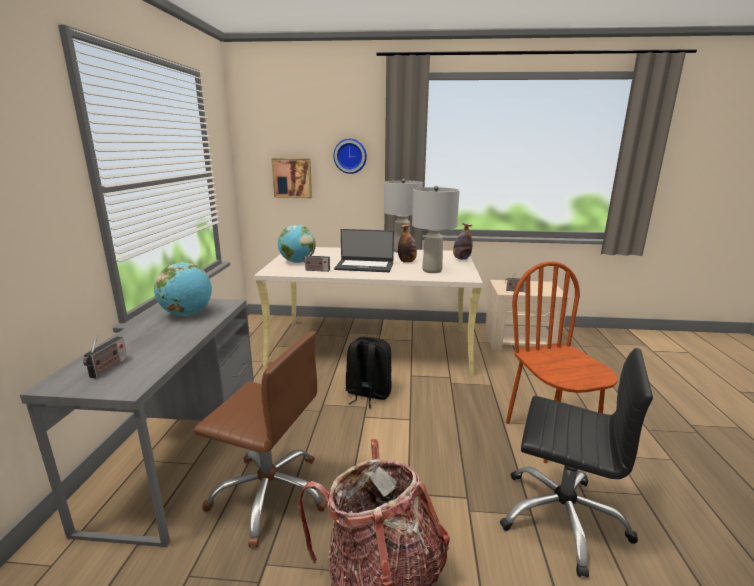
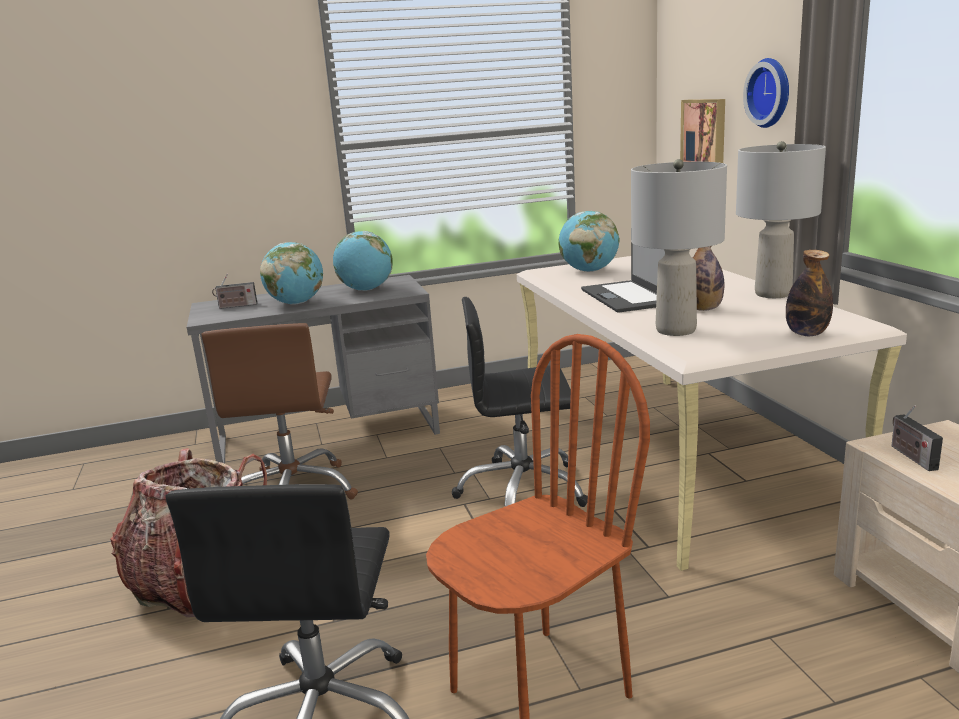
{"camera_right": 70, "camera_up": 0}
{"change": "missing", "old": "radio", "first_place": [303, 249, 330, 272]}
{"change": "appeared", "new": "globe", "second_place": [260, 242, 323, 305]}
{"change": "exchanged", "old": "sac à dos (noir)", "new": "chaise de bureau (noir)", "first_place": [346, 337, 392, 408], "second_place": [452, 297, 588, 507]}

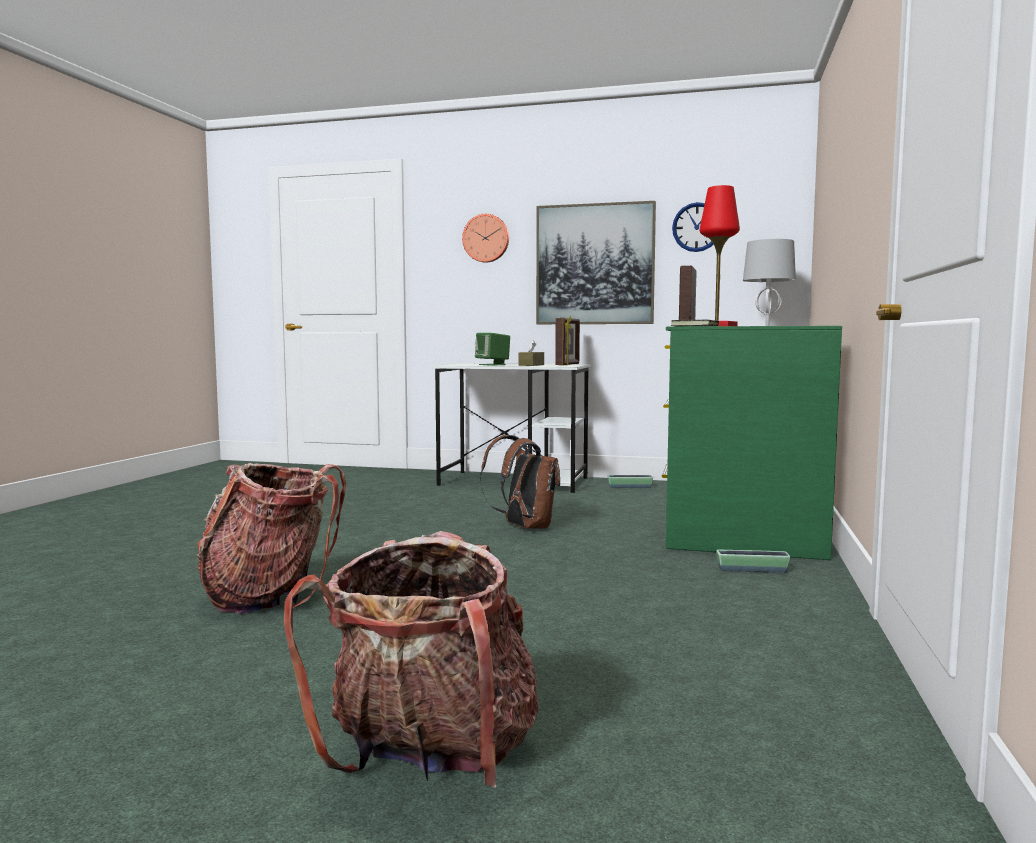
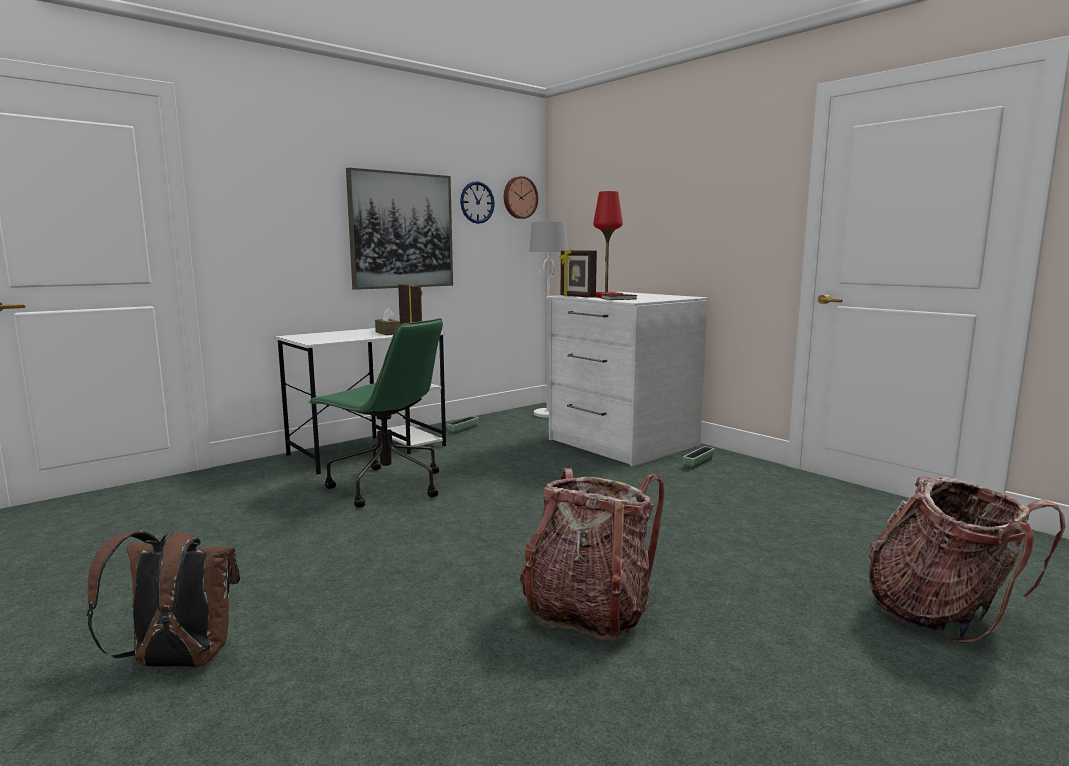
{"camera_right": -55, "camera_up": 5}
{"change": "missing", "old": "enceinte (vert)", "first_place": [475, 333, 510, 366]}
{"change": "appeared", "new": "chaise de bureau (vert)", "second_place": [308, 318, 443, 508]}
{"change": "relocated", "old": "horloge murale", "first_place": [462, 214, 509, 263], "second_place": [504, 176, 538, 219]}
{"change": "relocated", "old": "sac à dos (marron)", "first_place": [480, 435, 560, 529], "second_place": [87, 530, 240, 668]}
{"change": "colour", "old": "commode (vert)", "new": "commode (blanc)", "first_place": [662, 326, 842, 560], "second_place": [546, 292, 708, 466]}

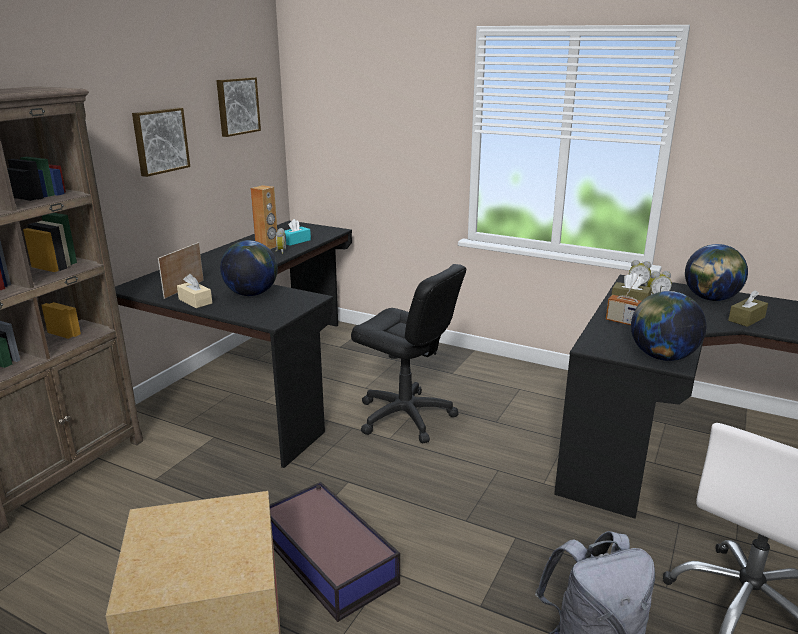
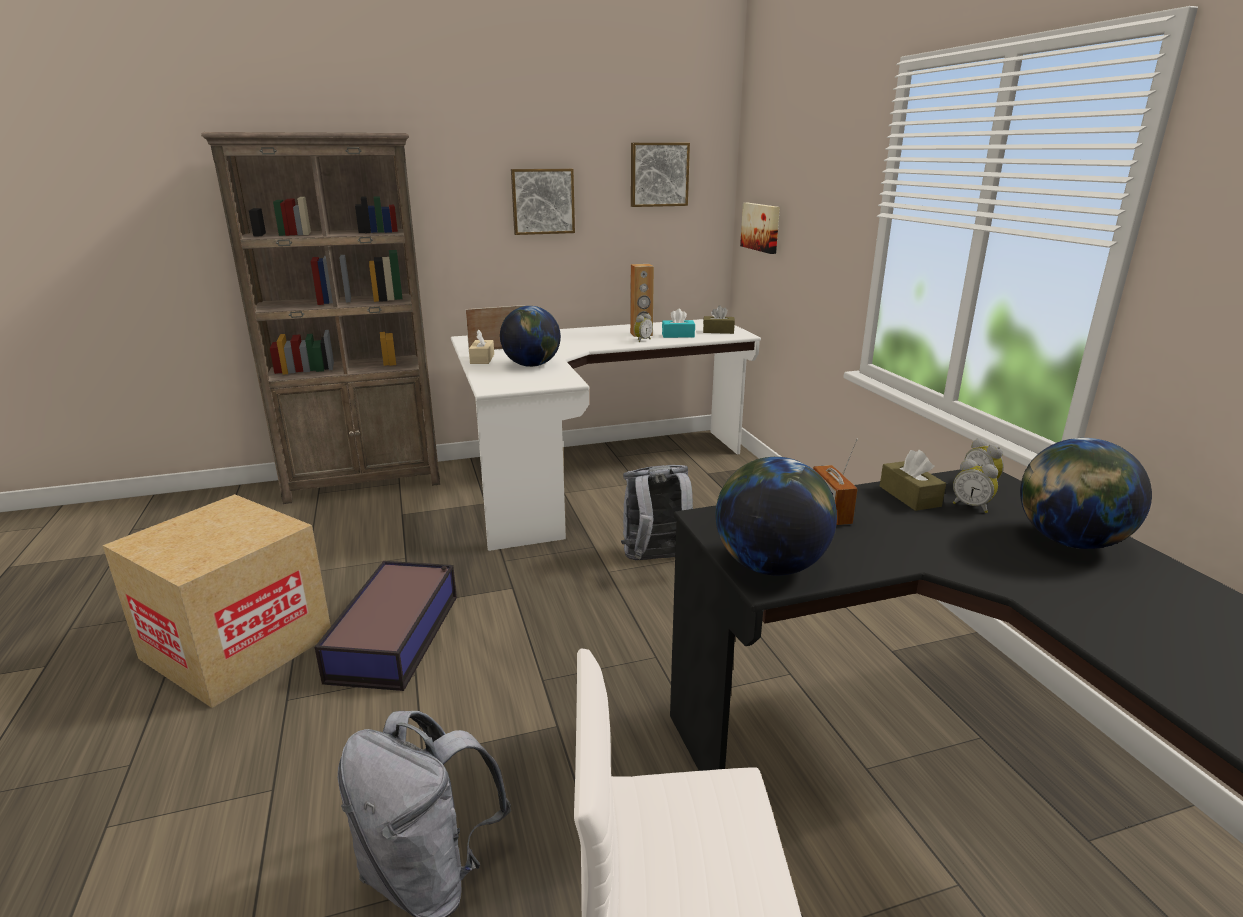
{"camera_right": 45, "camera_up": 0}
{"change": "appeared", "new": "tableau", "second_place": [740, 203, 780, 254]}
{"change": "relocated", "old": "boîte à mouchoirs (marron)", "first_place": [728, 290, 768, 327], "second_place": [703, 305, 735, 334]}
{"change": "exchanged", "old": "chaise de bureau (noir)", "new": "sac à dos (gris)", "first_place": [351, 264, 466, 443], "second_place": [621, 465, 693, 560]}
{"change": "colour", "old": "bureau (noir)", "new": "bureau (blanc)", "first_place": [115, 221, 352, 468], "second_place": [451, 319, 761, 551]}

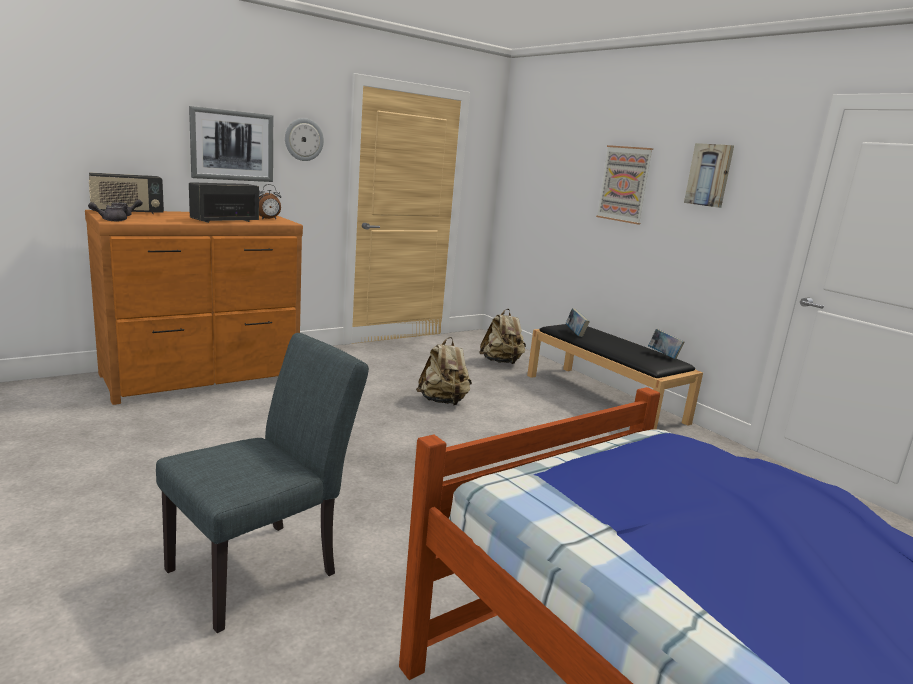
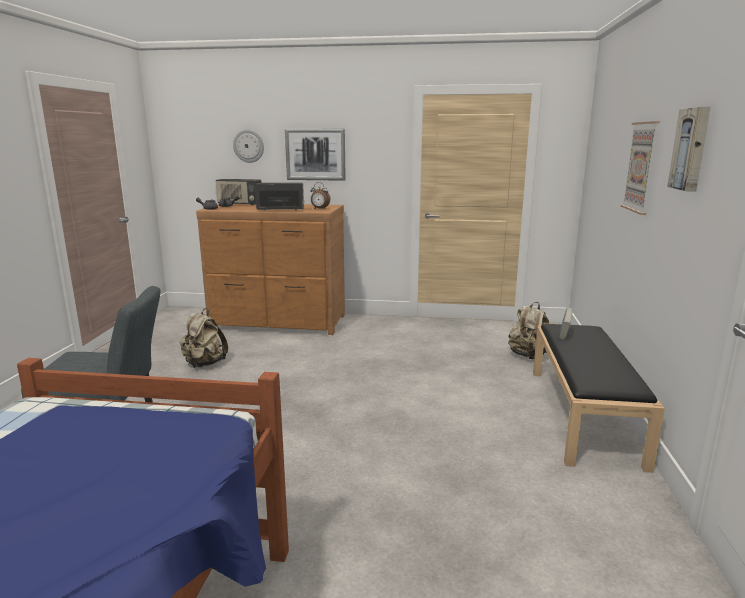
{"camera_right": 45, "camera_up": 0}
{"change": "missing", "old": "livre", "first_place": [648, 329, 685, 359]}
{"change": "relocated", "old": "horloge murale", "first_place": [285, 118, 324, 161], "second_place": [233, 129, 264, 163]}
{"change": "relocated", "old": "sac à dos (beige)", "first_place": [416, 337, 472, 405], "second_place": [180, 308, 228, 368]}

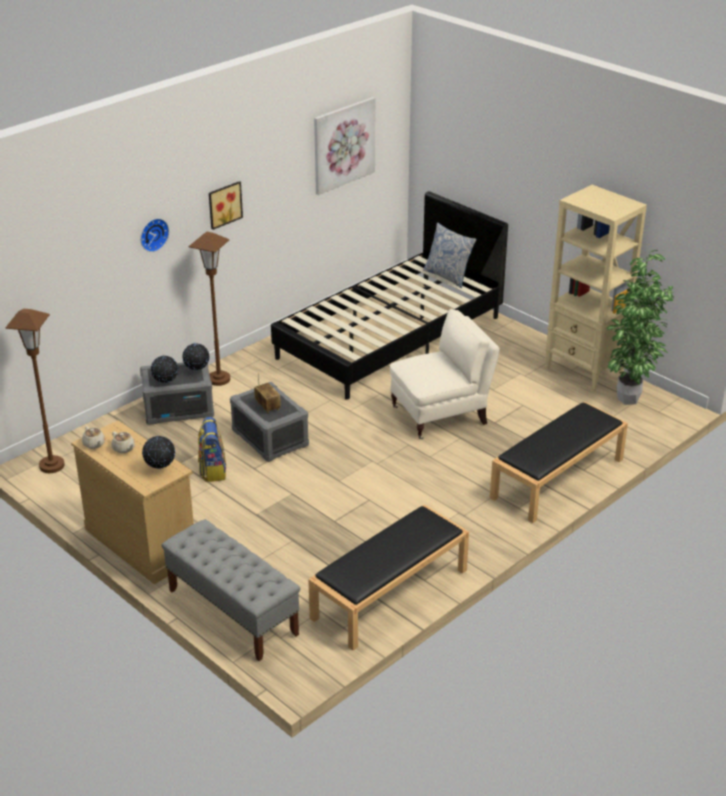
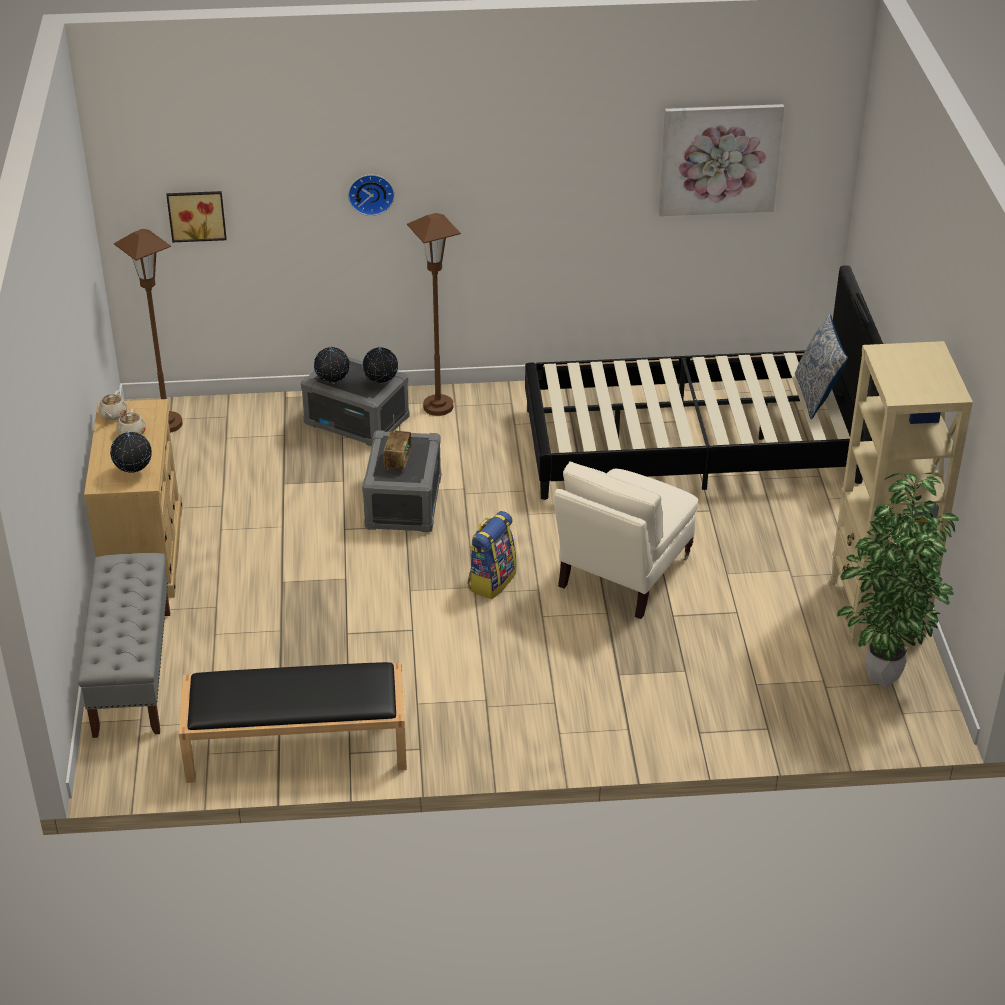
{"camera_right": 40, "camera_up": 5}
{"change": "missing", "old": "banc (noir)", "first_place": [490, 402, 628, 523]}
{"change": "relocated", "old": "sac à dos", "first_place": [198, 417, 227, 482], "second_place": [468, 511, 517, 599]}
{"change": "relocated", "old": "tableau", "first_place": [209, 181, 243, 230], "second_place": [166, 191, 227, 242]}
{"change": "spun", "old": "fauteuil (beige)", "first_place": [390, 309, 500, 439], "second_place": [554, 461, 698, 619], "degrees": 105}

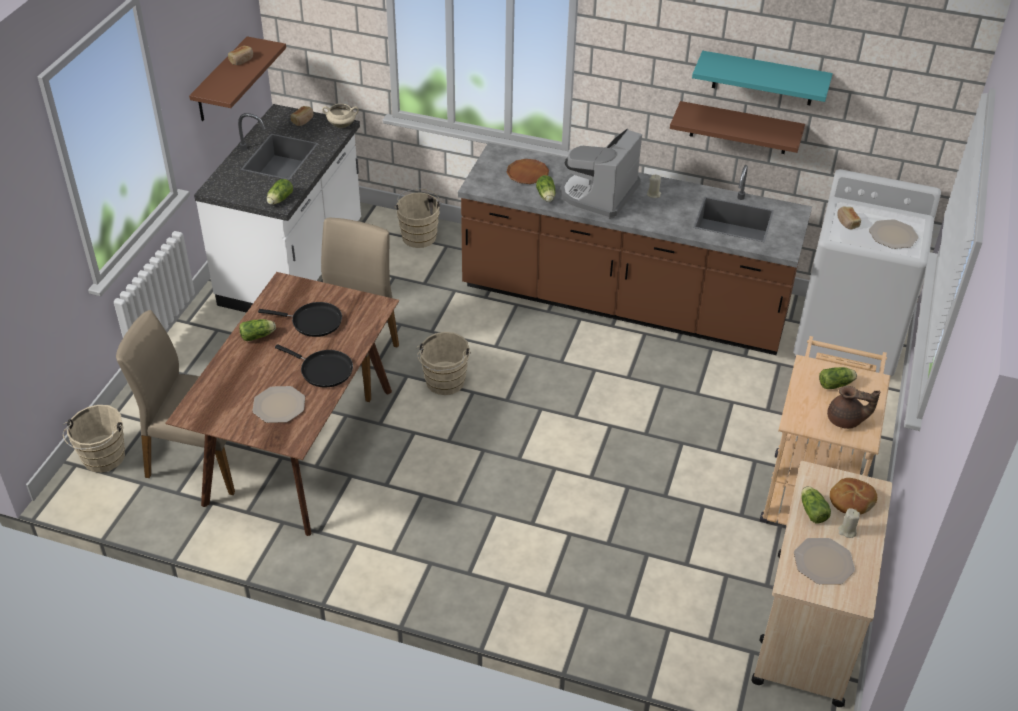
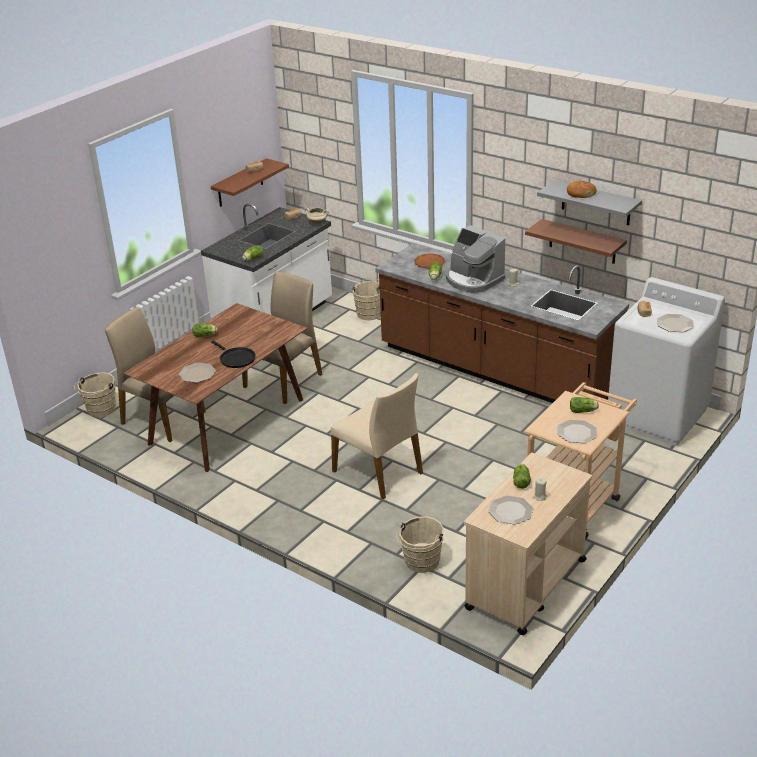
{"camera_right": 20, "camera_up": -10}
{"change": "missing", "old": "poêle (noir)", "first_place": [258, 302, 342, 337]}
{"change": "appeared", "new": "chaise (beige)", "second_place": [331, 373, 423, 500]}
{"change": "relocated", "old": "seau (beige)", "first_place": [416, 332, 471, 395], "second_place": [396, 517, 444, 573]}
{"change": "relocated", "old": "pain", "first_place": [830, 478, 877, 514], "second_place": [567, 181, 597, 198]}
{"change": "exchanged", "old": "théière (marron)", "new": "assiette", "first_place": [827, 386, 880, 429], "second_place": [557, 419, 597, 443]}
{"change": "colour", "old": "étagère (turquoise)", "new": "étagère (gris)", "first_place": [692, 51, 833, 105], "second_place": [537, 180, 642, 225]}
{"change": "spun", "old": "machine à café", "first_place": [561, 129, 642, 219], "second_place": [446, 225, 505, 293], "degrees": -90}

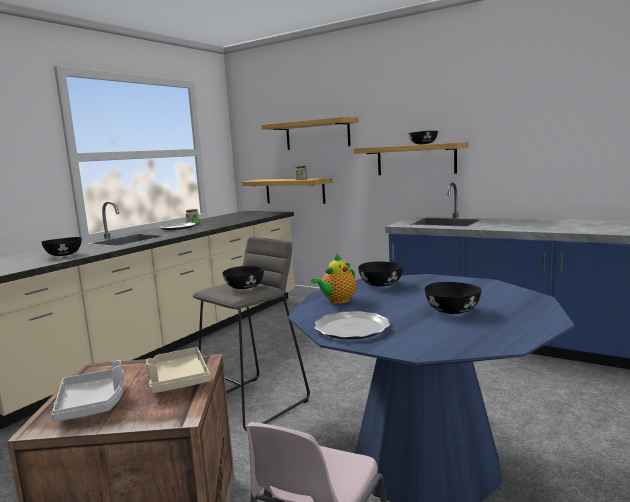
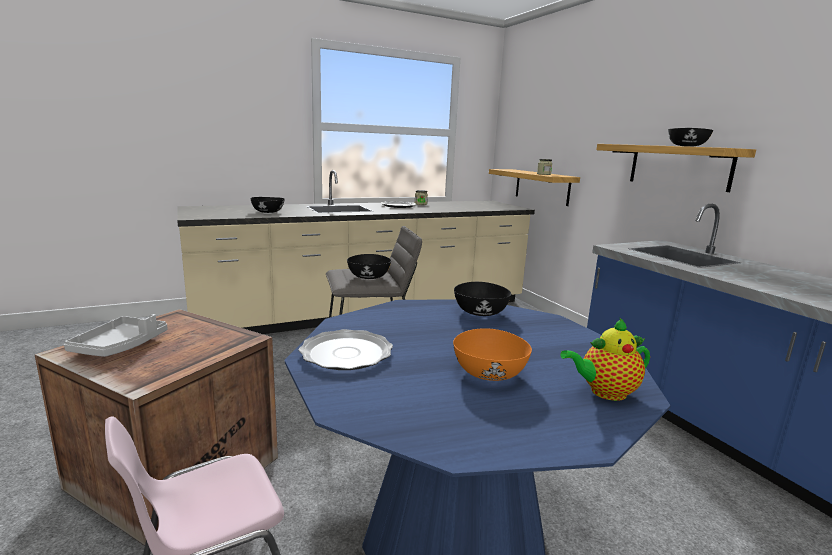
{"camera_right": 30, "camera_up": 5}
{"change": "missing", "old": "plateau (beige)", "first_place": [146, 347, 211, 393]}
{"change": "missing", "old": "étagère", "first_place": [262, 117, 358, 150]}
{"change": "relocated", "old": "théière", "first_place": [311, 253, 356, 304], "second_place": [560, 318, 650, 401]}
{"change": "colour", "old": "bol (noir)", "new": "bol (orange)", "first_place": [424, 282, 482, 314], "second_place": [453, 328, 532, 381]}

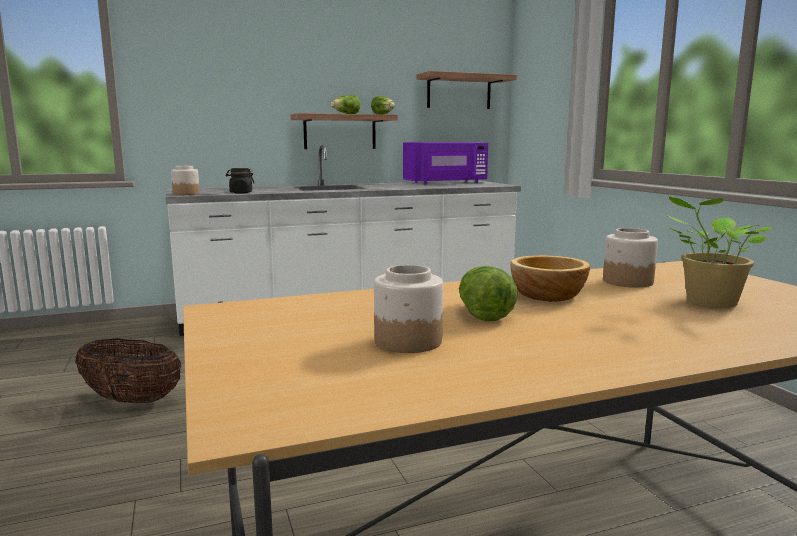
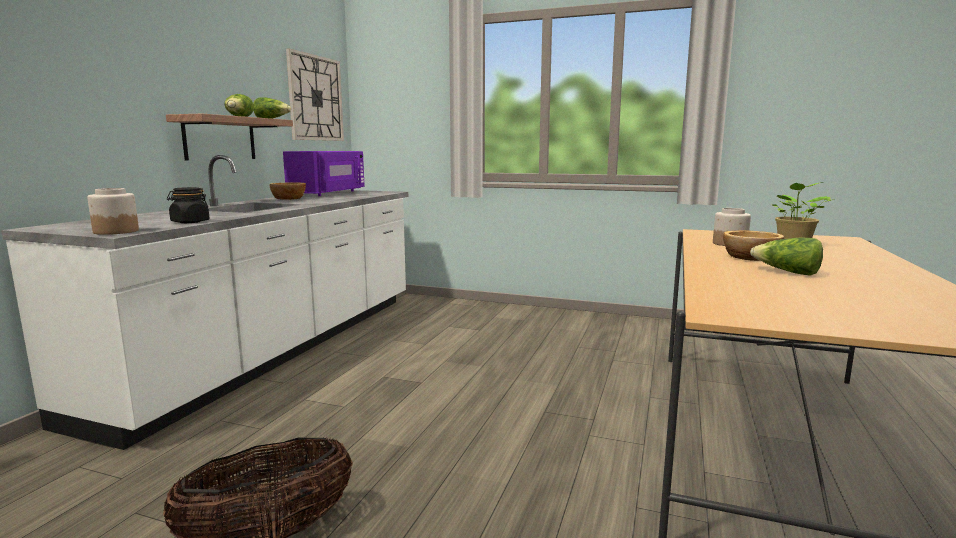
{"camera_right": -50, "camera_up": 0}
{"change": "missing", "old": "bocal", "first_place": [374, 265, 443, 353]}
{"change": "appeared", "new": "bol", "second_place": [269, 183, 306, 200]}
{"change": "exchanged", "old": "étagère", "new": "horloge murale", "first_place": [416, 71, 517, 109], "second_place": [286, 48, 344, 141]}

